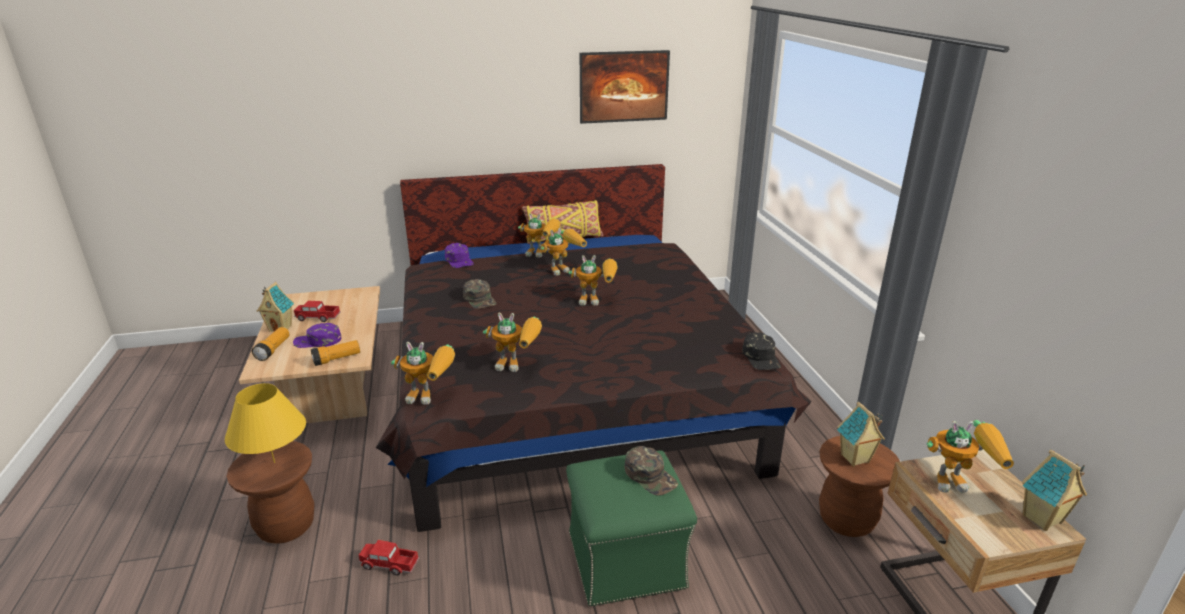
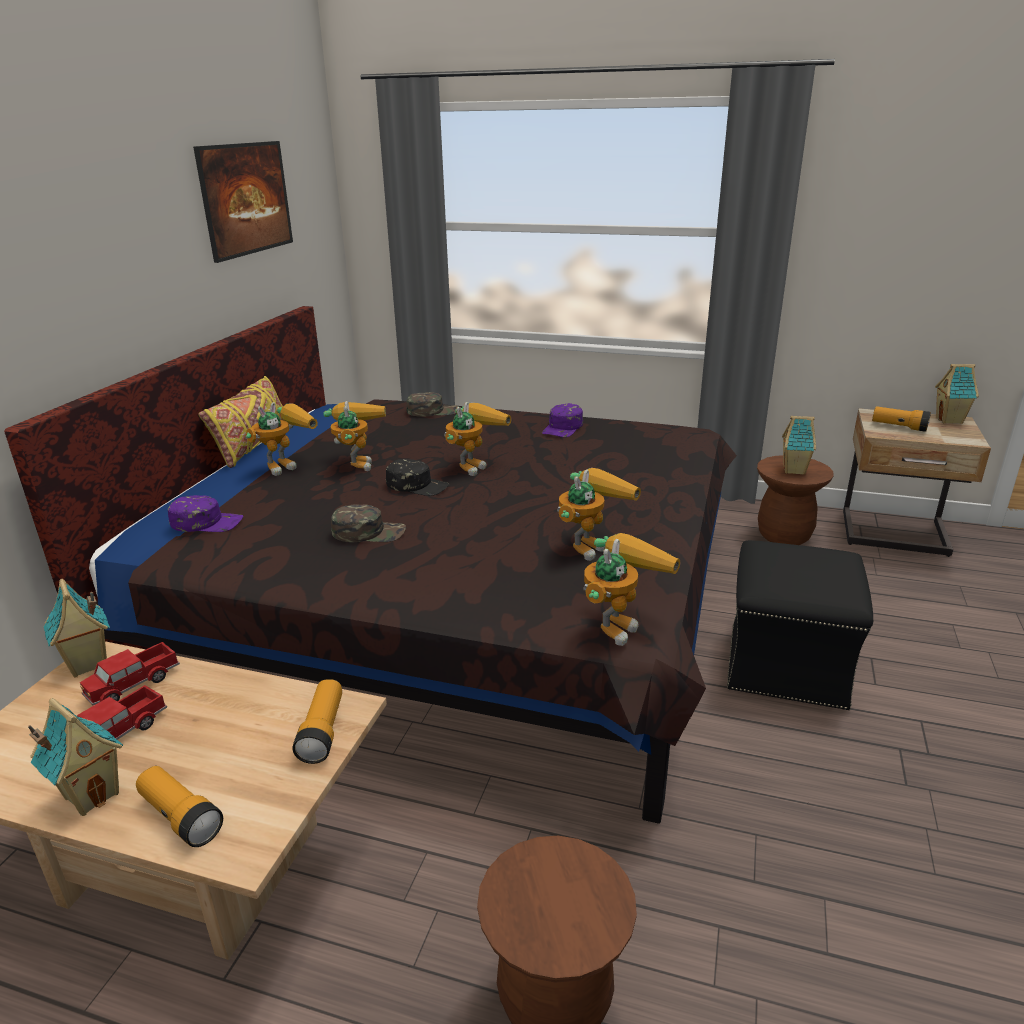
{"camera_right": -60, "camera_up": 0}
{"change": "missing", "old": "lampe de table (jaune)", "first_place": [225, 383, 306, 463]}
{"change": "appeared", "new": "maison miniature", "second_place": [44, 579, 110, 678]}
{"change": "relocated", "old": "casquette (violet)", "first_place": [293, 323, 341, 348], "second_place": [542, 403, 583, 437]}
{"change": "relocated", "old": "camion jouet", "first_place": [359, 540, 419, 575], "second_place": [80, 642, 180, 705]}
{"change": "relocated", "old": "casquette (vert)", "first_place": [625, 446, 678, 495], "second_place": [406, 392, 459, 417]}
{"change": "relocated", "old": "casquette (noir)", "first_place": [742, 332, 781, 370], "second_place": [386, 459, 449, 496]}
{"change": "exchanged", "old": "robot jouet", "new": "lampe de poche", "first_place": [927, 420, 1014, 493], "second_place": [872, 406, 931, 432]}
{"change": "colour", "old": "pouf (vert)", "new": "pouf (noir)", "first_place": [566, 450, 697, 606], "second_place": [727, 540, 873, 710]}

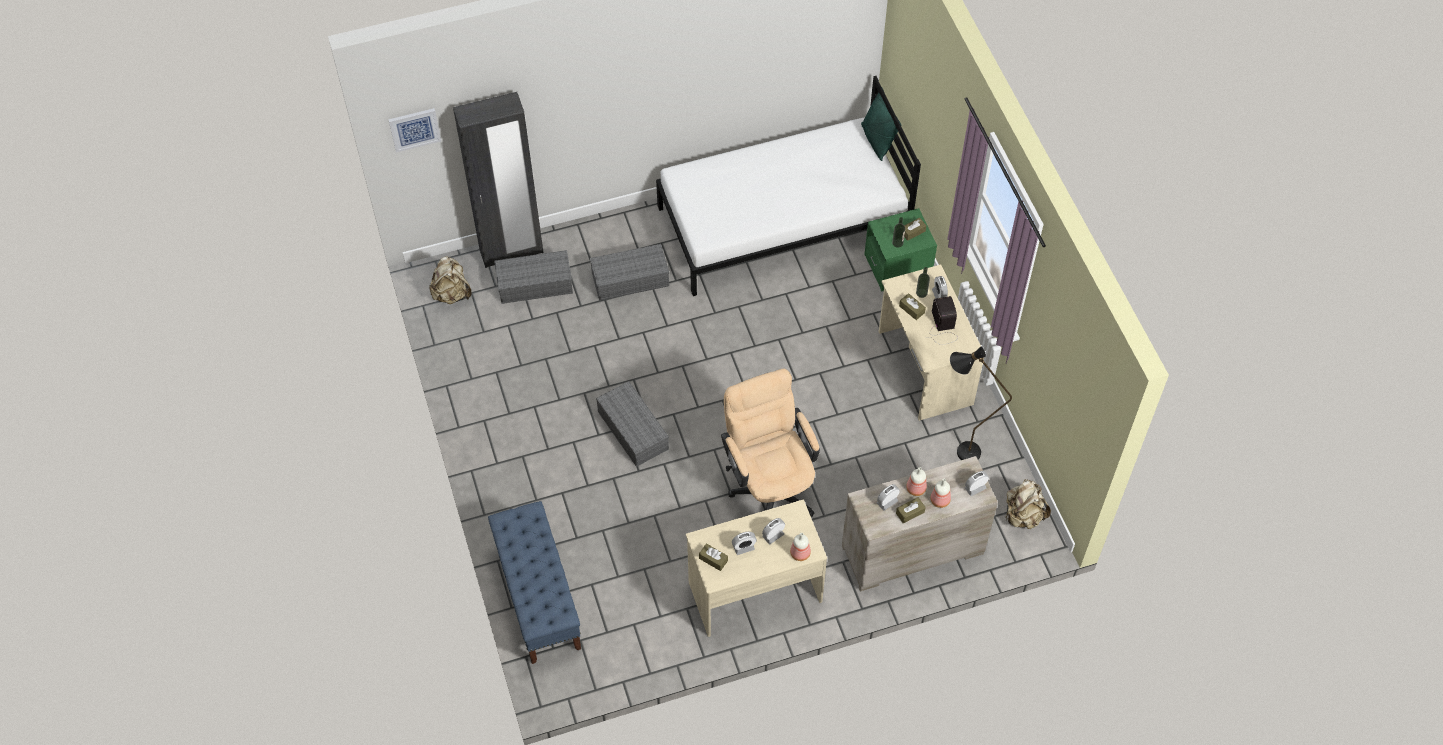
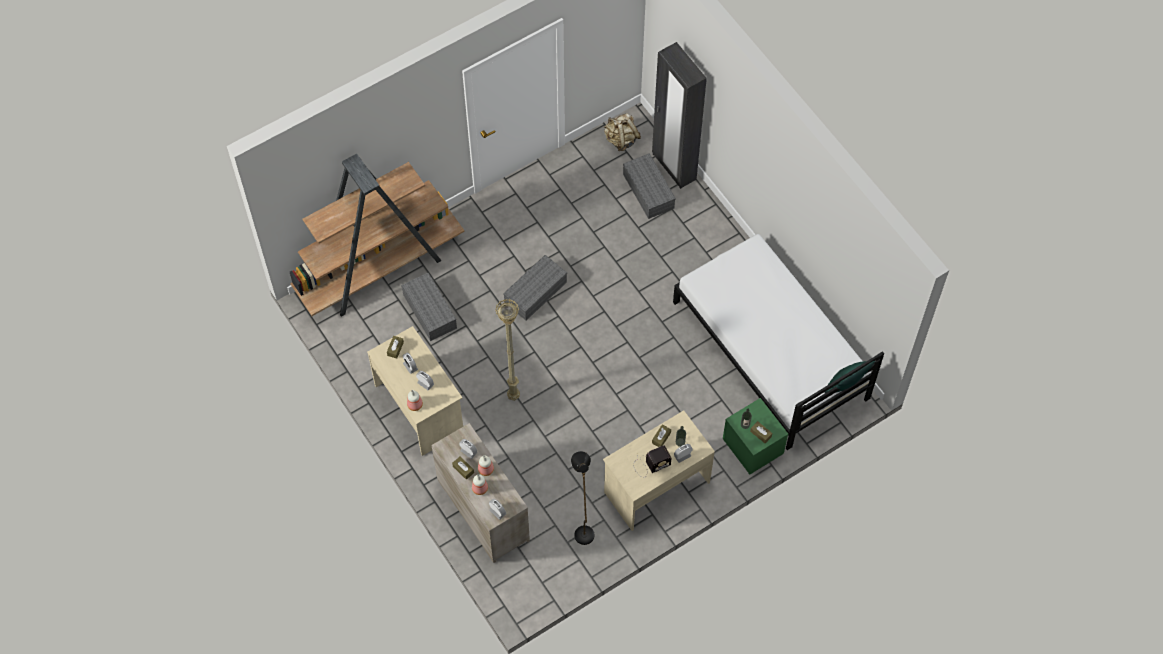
{"camera_right": 75, "camera_up": 5}
{"change": "missing", "old": "tableau", "first_place": [388, 108, 441, 152]}
{"change": "missing", "old": "sac à dos (beige)", "first_place": [1005, 479, 1051, 529]}
{"change": "relocated", "old": "boîte de rangement (gris)", "first_place": [590, 244, 669, 301], "second_place": [401, 273, 457, 341]}
{"change": "exchanged", "old": "banc (bleu)", "new": "bibliothèque (marron)", "first_place": [488, 501, 581, 664], "second_place": [290, 154, 464, 317]}
{"change": "exchanged", "old": "chaise de bureau (beige)", "new": "lampadaire (beige)", "first_place": [721, 368, 820, 517], "second_place": [495, 299, 520, 401]}

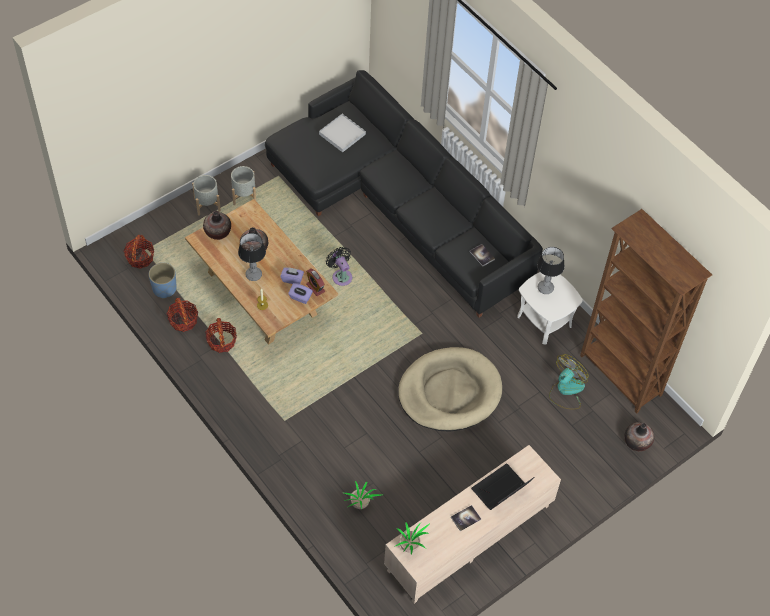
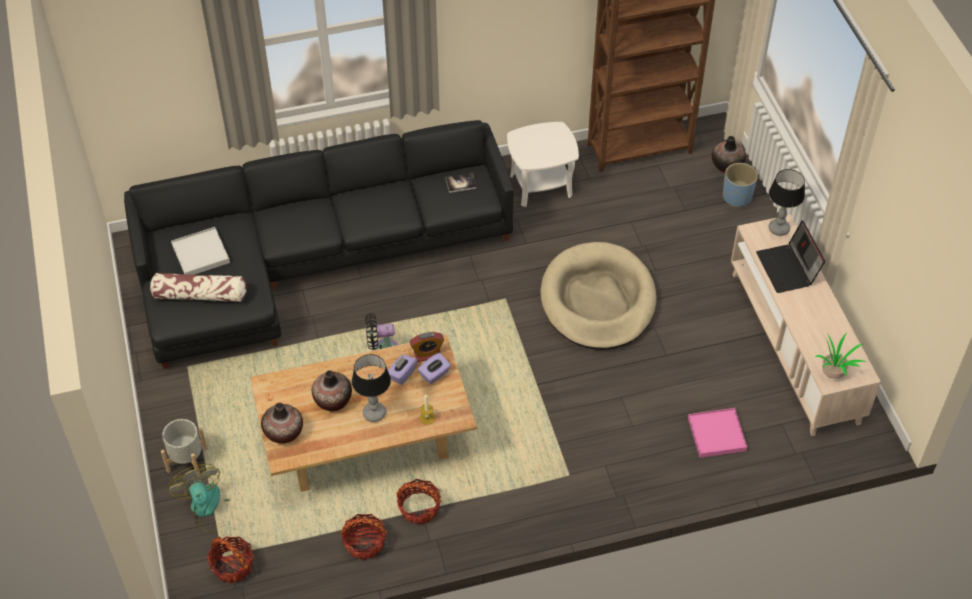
{"camera_right": -65, "camera_up": -5}
{"change": "missing", "old": "cache-pot (gris)", "first_place": [231, 166, 256, 205]}
{"change": "missing", "old": "livre", "first_place": [451, 505, 481, 531]}
{"change": "appeared", "new": "coussin", "second_place": [150, 273, 247, 302]}
{"change": "relocated", "old": "cache-pot (bleu)", "first_place": [149, 263, 177, 299], "second_place": [723, 163, 758, 207]}
{"change": "relocated", "old": "lampe de table", "first_place": [537, 247, 565, 294], "second_place": [769, 169, 805, 236]}
{"change": "relocated", "old": "ventilateur", "first_place": [549, 354, 589, 410], "second_place": [168, 464, 230, 532]}
{"change": "exchanged", "old": "plante en pot", "new": "plateau (rose)", "first_place": [342, 481, 382, 509], "second_place": [688, 408, 747, 458]}

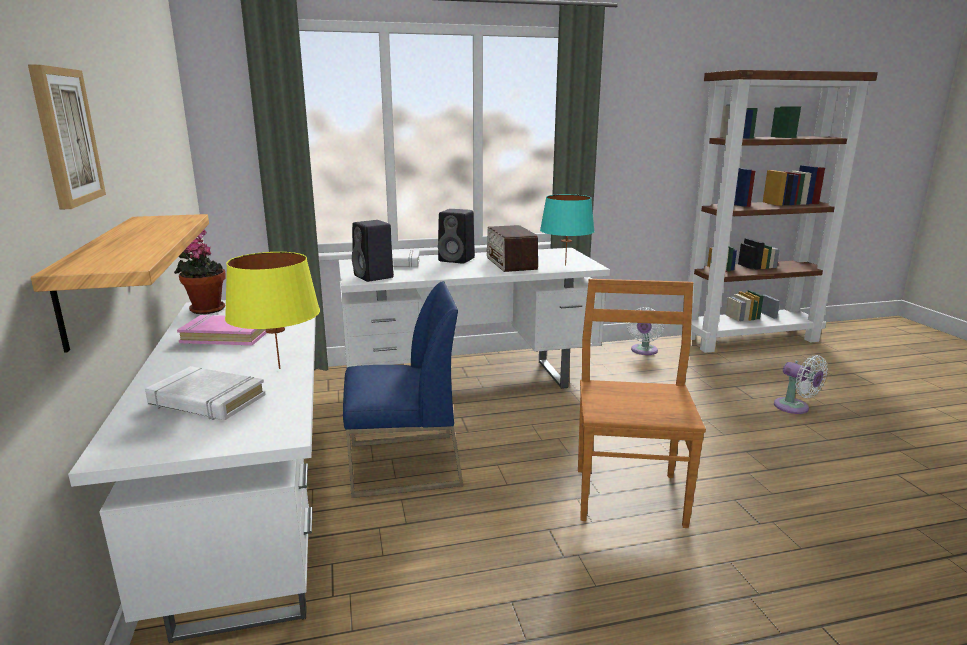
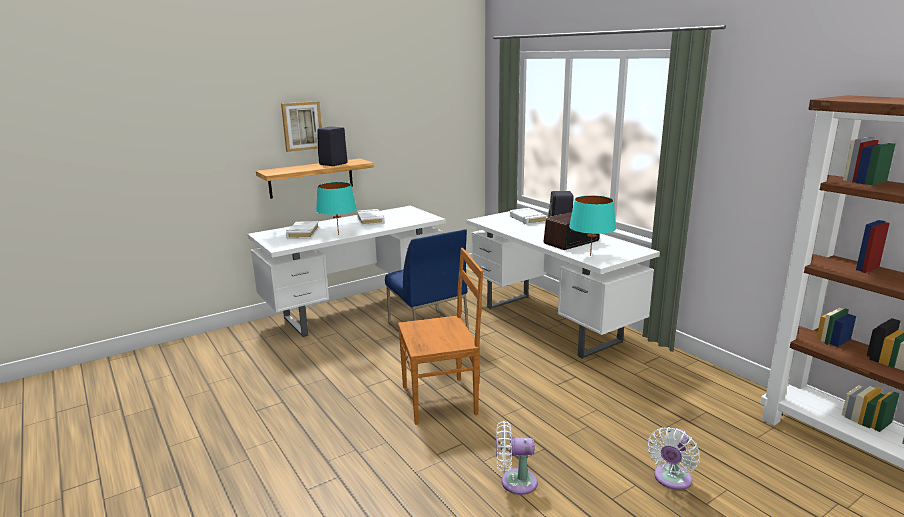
{"camera_right": 70, "camera_up": 0}
{"change": "missing", "old": "plante en pot", "first_place": [174, 230, 226, 314]}
{"change": "relocated", "old": "enceinte (noir)", "first_place": [352, 220, 394, 282], "second_place": [317, 127, 348, 166]}
{"change": "relocated", "old": "ventilateur (blanc)", "first_place": [627, 307, 664, 355], "second_place": [496, 421, 538, 495]}
{"change": "colour", "old": "livre (rose)", "new": "livre (blanc)", "first_place": [177, 314, 266, 345], "second_place": [357, 209, 385, 226]}
{"change": "colour", "old": "lampe de table (jaune)", "new": "lampe de table (turquoise)", "first_place": [225, 252, 320, 369], "second_place": [316, 182, 357, 235]}

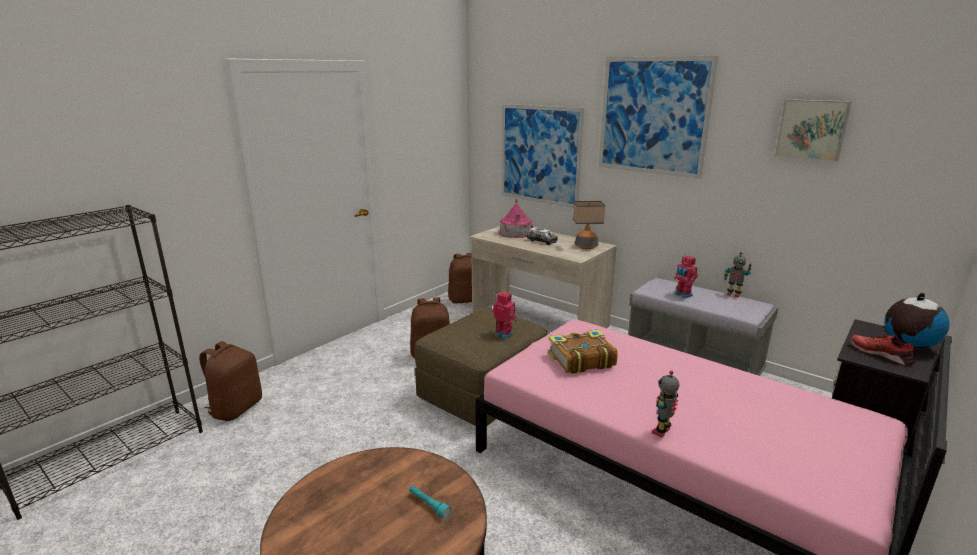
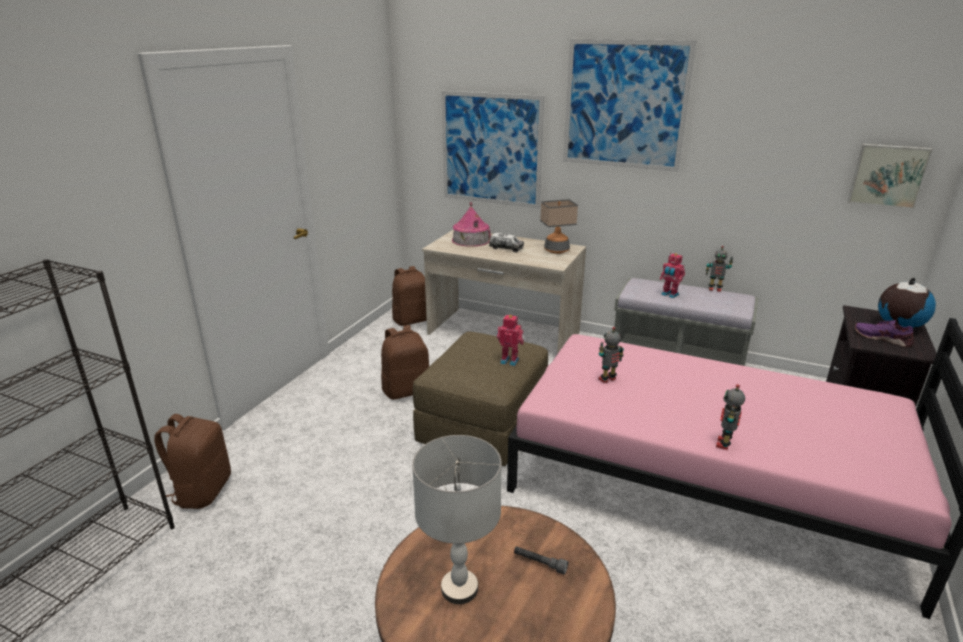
{"camera_right": -15, "camera_up": 5}
{"change": "appeared", "new": "lampe de table (gris)", "second_place": [412, 435, 502, 604]}
{"change": "relocated", "old": "tableau", "first_place": [774, 99, 852, 162], "second_place": [848, 144, 933, 209]}
{"change": "exchanged", "old": "livre", "new": "robot jouet", "first_place": [548, 330, 618, 374], "second_place": [598, 327, 624, 383]}
{"change": "colour", "old": "lampe de poche (turquoise)", "new": "lampe de poche (gris)", "first_place": [409, 486, 451, 519], "second_place": [514, 546, 568, 575]}
{"change": "colour", "old": "chaussure (rouge)", "new": "chaussure (violet)", "first_place": [851, 335, 915, 366], "second_place": [855, 320, 914, 347]}

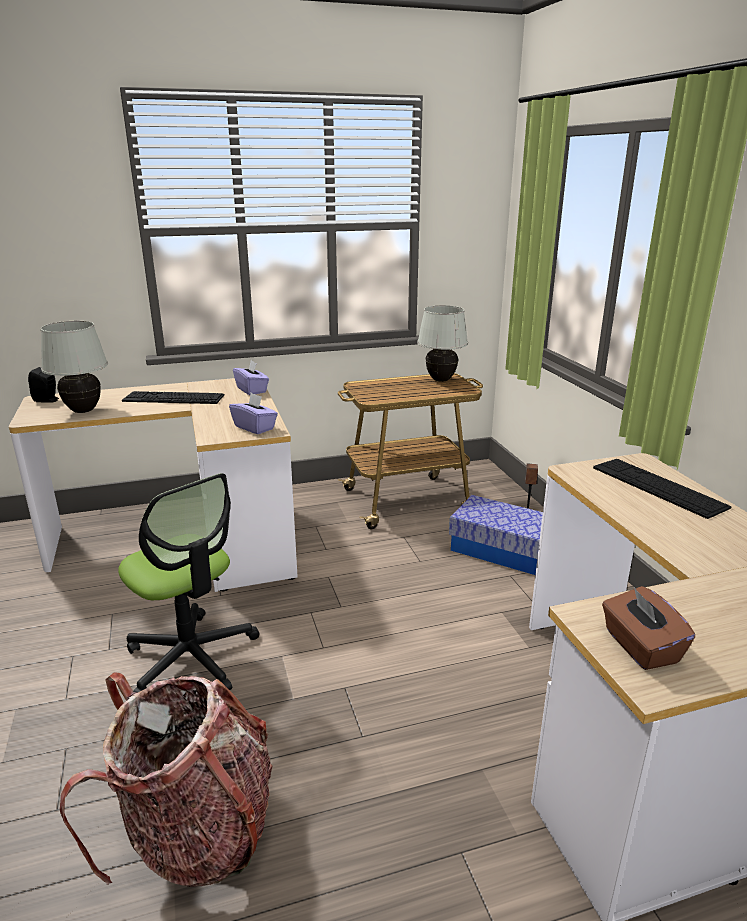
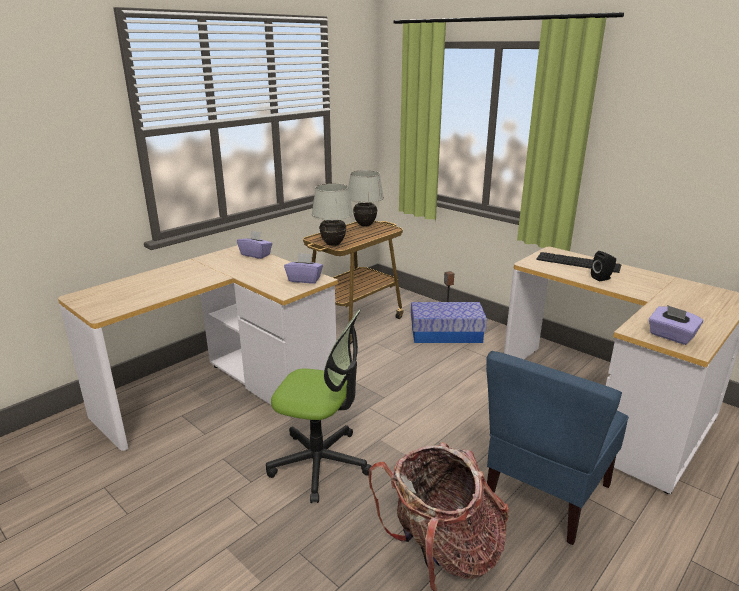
{"camera_right": -30, "camera_up": 0}
{"change": "missing", "old": "clavier", "first_place": [122, 391, 225, 404]}
{"change": "appeared", "new": "chaise (bleu)", "second_place": [486, 351, 629, 545]}
{"change": "relocated", "old": "enceinte (noir)", "first_place": [28, 367, 59, 403], "second_place": [591, 251, 616, 281]}
{"change": "relocated", "old": "lampe de table (blanc)", "first_place": [41, 321, 108, 413], "second_place": [312, 183, 353, 246]}
{"change": "colour", "old": "boîte à mouchoirs (marron)", "new": "boîte à mouchoirs (violet)", "first_place": [602, 586, 695, 670], "second_place": [649, 305, 704, 345]}

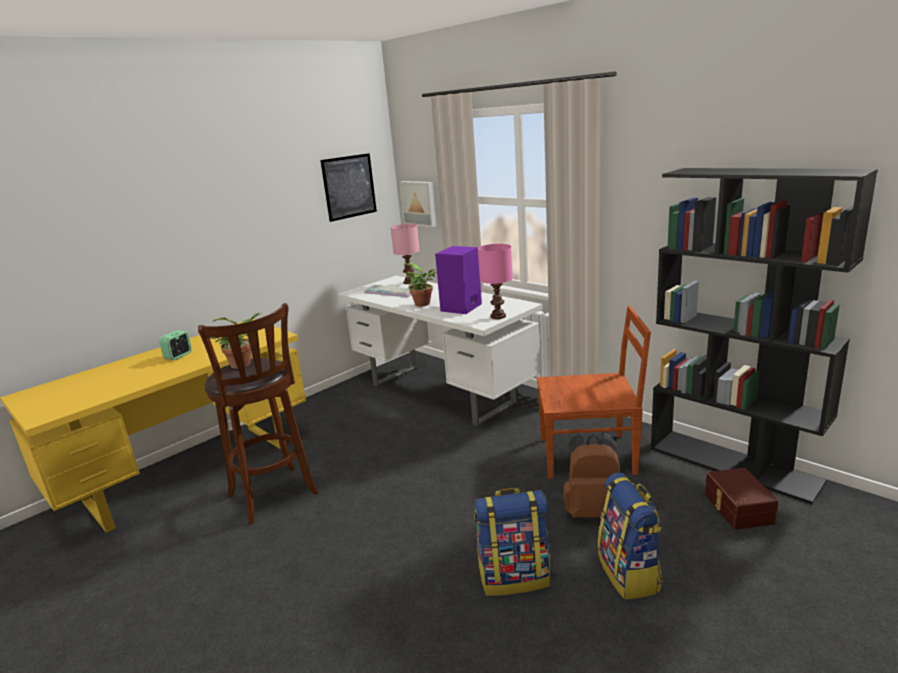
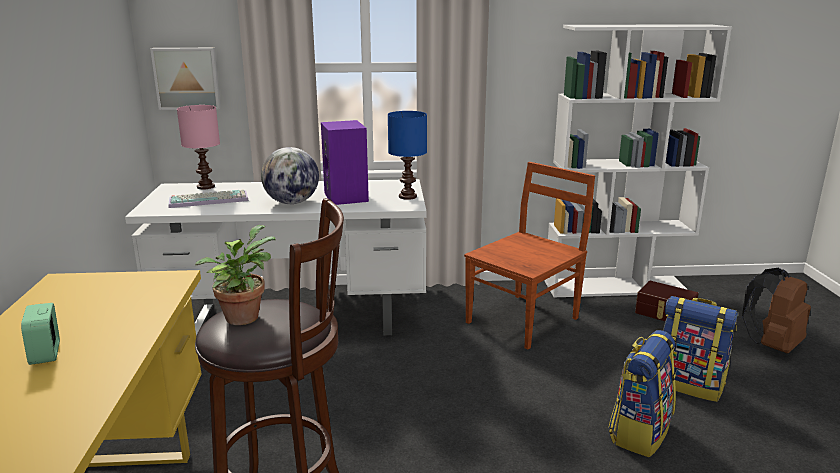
{"camera_right": -50, "camera_up": 0}
{"change": "missing", "old": "tableau", "first_place": [320, 153, 377, 222]}
{"change": "relocated", "old": "sac à dos (marron)", "first_place": [563, 433, 620, 518], "second_place": [742, 268, 811, 353]}
{"change": "exchanged", "old": "plante en pot", "new": "globe", "first_place": [404, 263, 437, 307], "second_place": [261, 147, 319, 204]}
{"change": "colour", "old": "lampe de table (rose)", "new": "lampe de table (bleu)", "first_place": [478, 244, 513, 319], "second_place": [388, 111, 427, 200]}
{"change": "colour", "old": "bibliothèque (noir)", "new": "bibliothèque (blanc)", "first_place": [651, 168, 878, 504], "second_place": [545, 24, 732, 297]}

